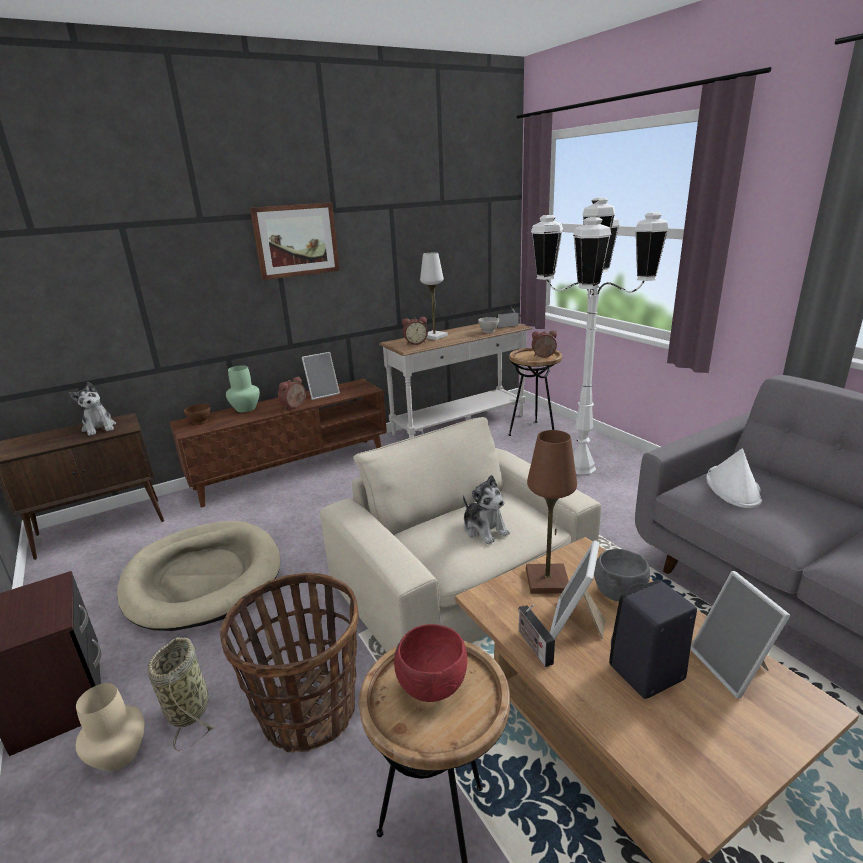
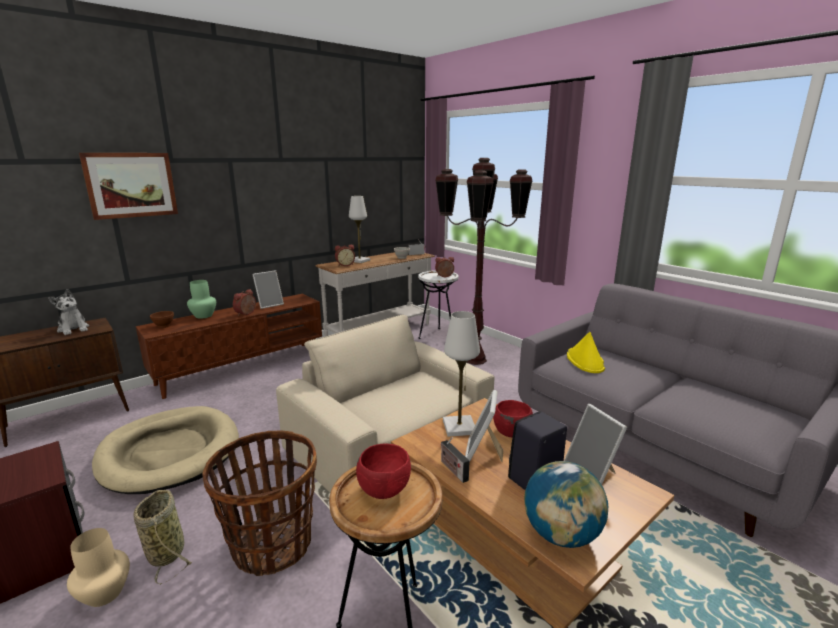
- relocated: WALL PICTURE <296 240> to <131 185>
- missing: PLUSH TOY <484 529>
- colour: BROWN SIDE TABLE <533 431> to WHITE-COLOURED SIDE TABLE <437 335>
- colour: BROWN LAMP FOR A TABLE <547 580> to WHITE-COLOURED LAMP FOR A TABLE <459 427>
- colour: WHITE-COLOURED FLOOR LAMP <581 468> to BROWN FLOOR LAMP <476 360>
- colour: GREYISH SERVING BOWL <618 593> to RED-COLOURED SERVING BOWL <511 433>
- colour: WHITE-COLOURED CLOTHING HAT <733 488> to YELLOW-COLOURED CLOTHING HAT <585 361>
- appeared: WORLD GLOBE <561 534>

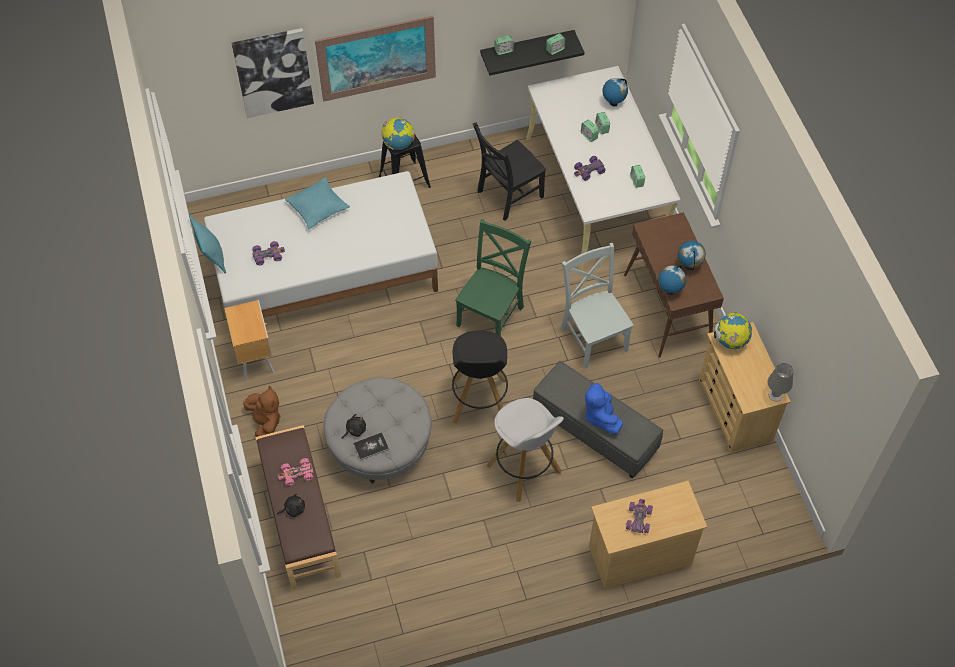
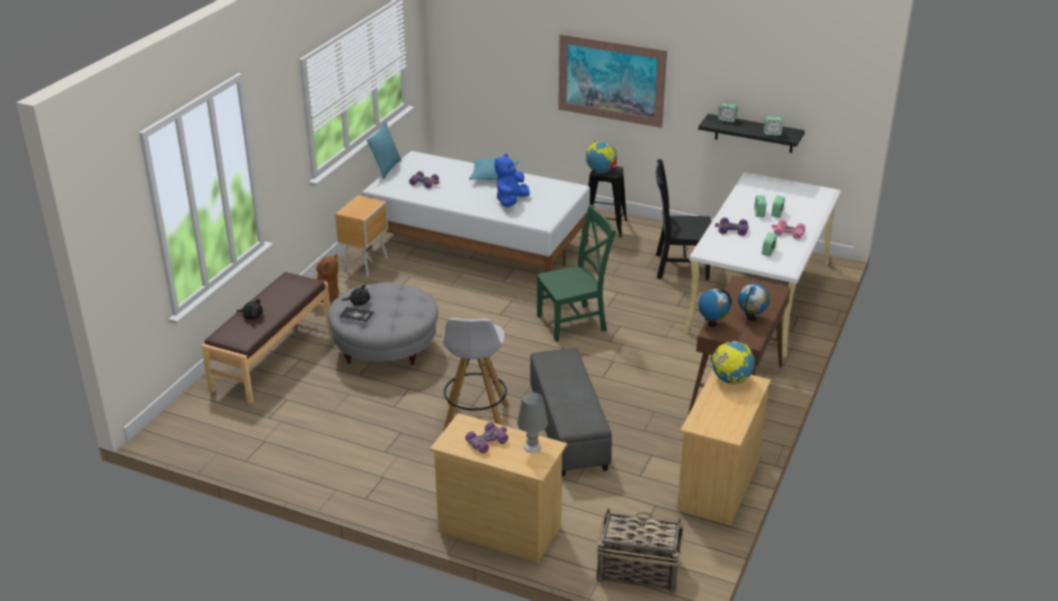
- missing: WALL PICTURE <273 72>
- relocated: PINK-COLOURED MINIATURE CAR <296 474> to <788 233>
- missing: BLACK SITTING STOOL <479 402>
- missing: GREYISH UPRIGHT CHAIR <593 336>
- relocated: BLUISH PLUSH TOY <600 416> to <511 201>
- missing: WORLD GLOBE <613 103>
- relocated: GREYISH LAMP FOR A TABLE <775 395> to <532 447>
- appeared: STORAGE BASKET <637 570>

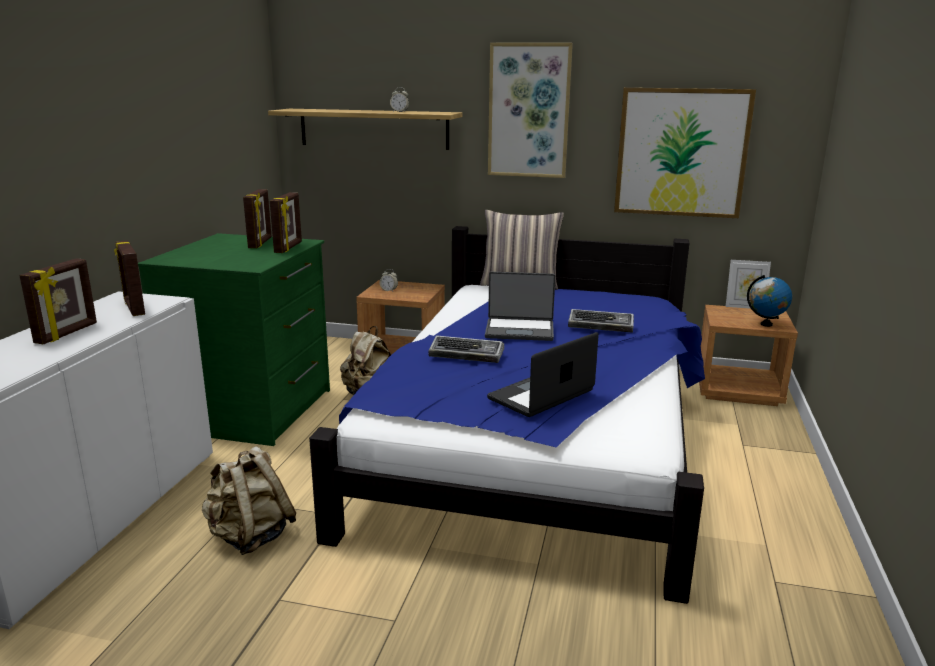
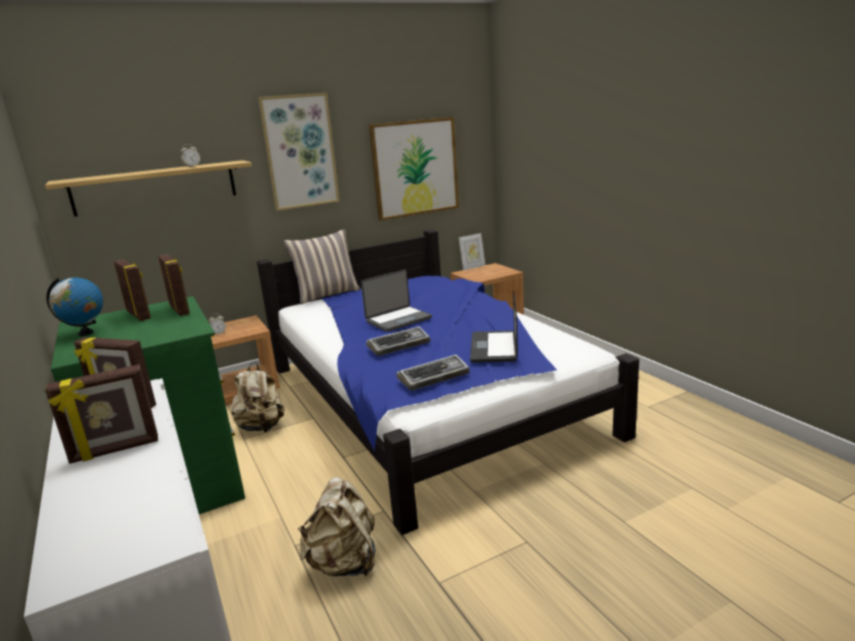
- spun: PICTURE FRAME <67 333> = <115 450> 90 degrees clockwise
- relocated: COMPUTER KEYBOARD <601 326> to <434 377>
- relocated: WORLD GLOBE <766 324> to <85 333>

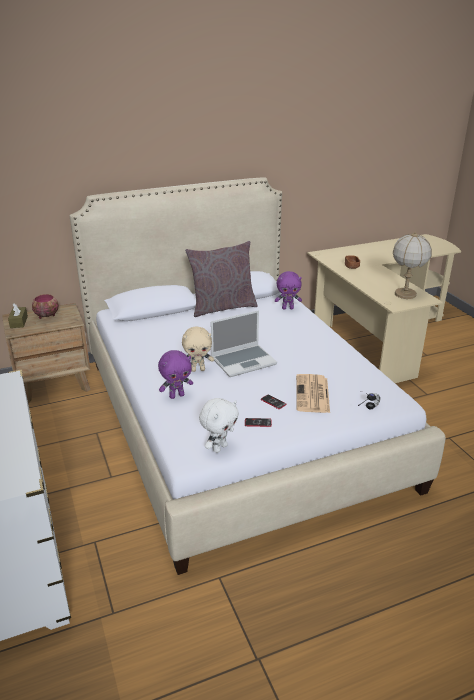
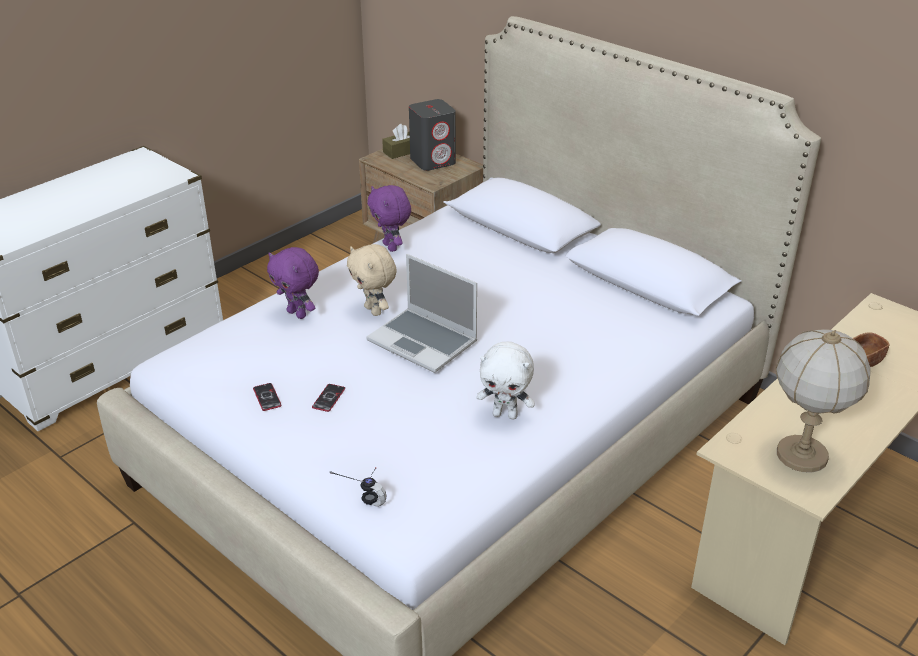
- exchanged: SERVING BOWL <46 315> to GREYISH AUDIO SPEAKER <433 161>
- missing: GREYISH THROW PILLOW <222 307>
- relocated: WHITE-COLOURED PLUSH TOY <219 447> to <505 414>
- relocated: PURPLISH PLUSH TOY <288 308> to <391 247>
- missing: NEWSPAPER <313 394>

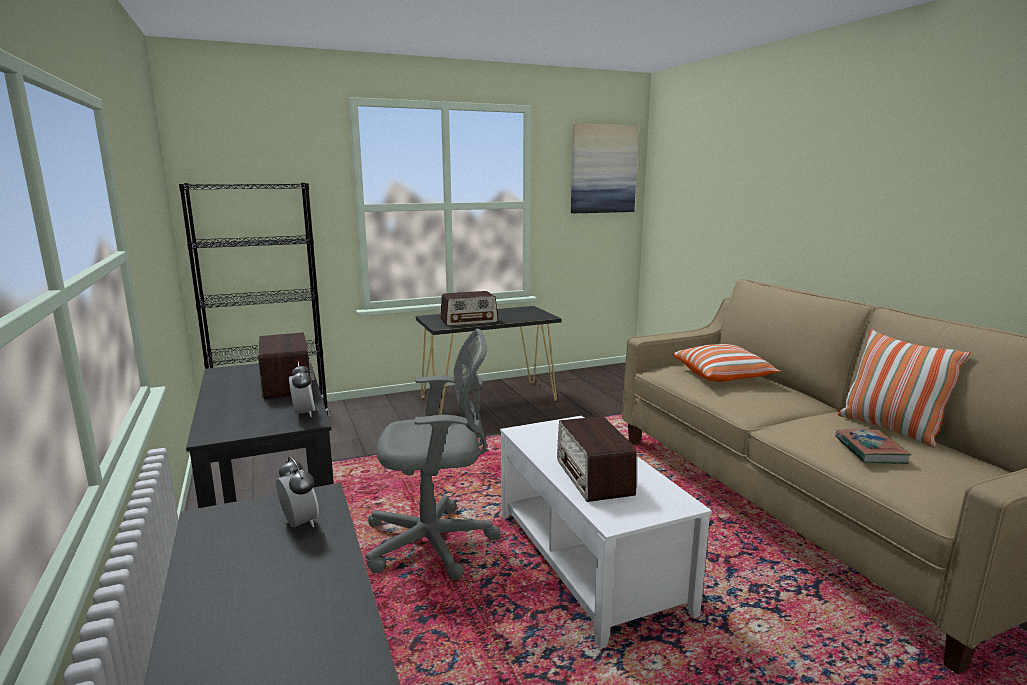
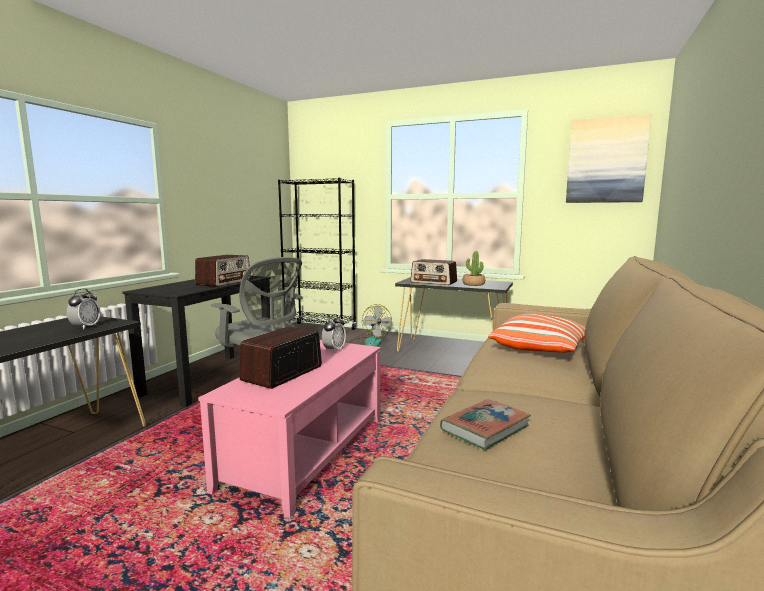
- relocated: BEDSIDE CLOCK <303 414> to <334 350>
- colour: WHITE-COLOURED LOUNGE TABLE <588 560> to PINK-COLOURED LOUNGE TABLE <306 452>
- missing: THROW PILLOW <889 429>
- appeared: FAN <370 342>
- appeared: HOUSEPLANT <473 284>

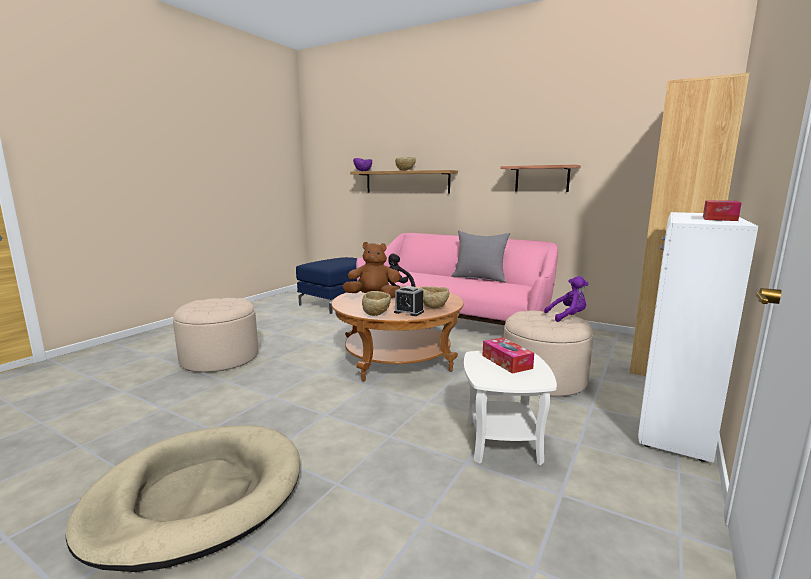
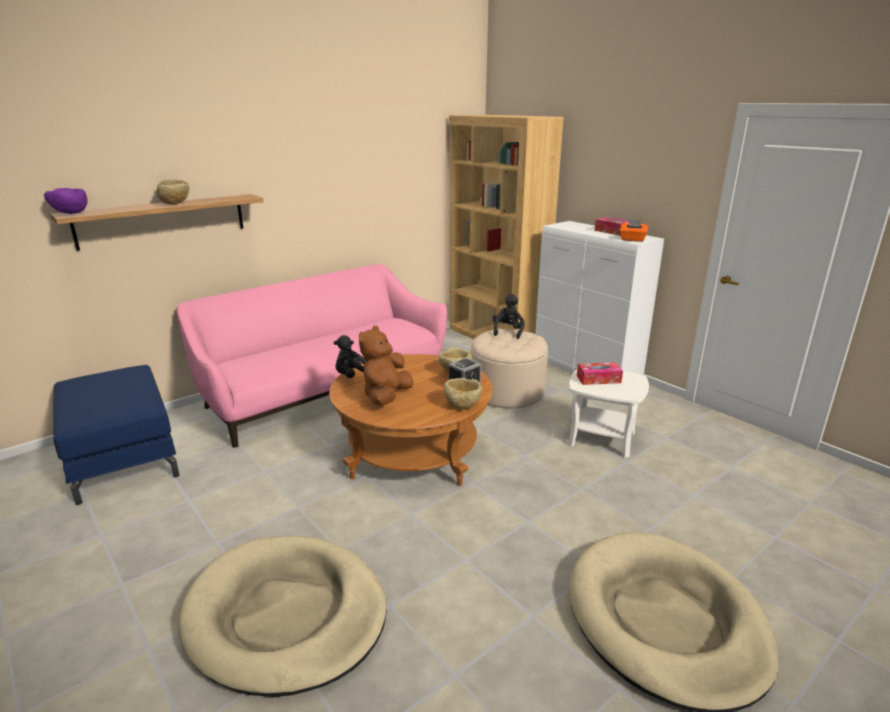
- exchanged: SAND-COLOURED FOOTREST <220 358> to SAND-COLOURED DOG CUSHION <286 616>
- missing: GREYISH THROW PILLOW <480 278>
- missing: SHELF <542 178>
- colour: PURPLISH PLUSH TOY <567 317> to BLACK PLUSH TOY <507 331>
- appeared: ORANGEY TISSUE BOX <632 240>

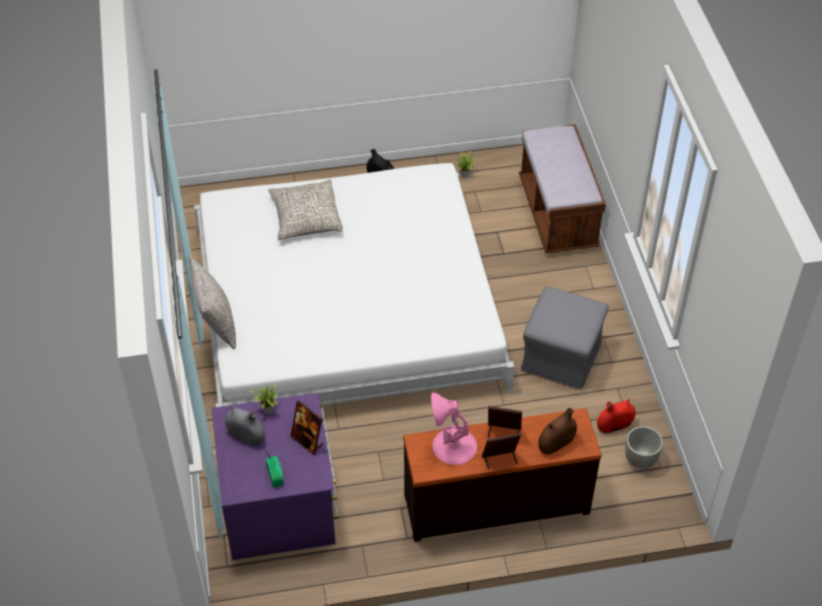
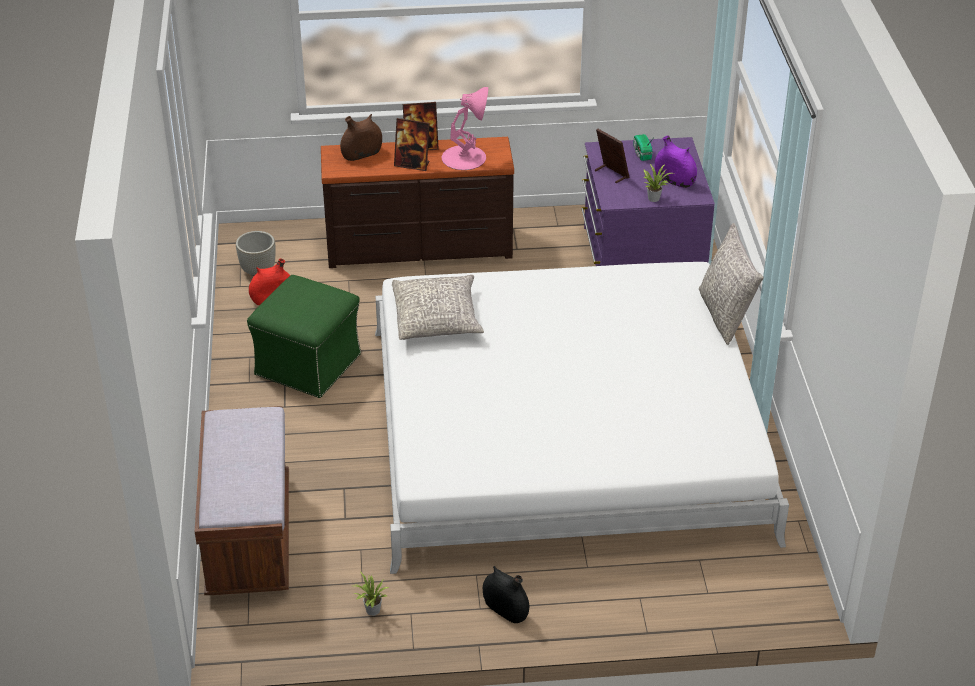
- colour: GREYISH DECORATIVE VASE <246 436> to PURPLISH DECORATIVE VASE <674 180>
- relocated: GREYISH THROW PILLOW <305 217> to <437 319>
- colour: GREYISH FOOTREST <561 358> to GREENISH FOOTREST <308 364>

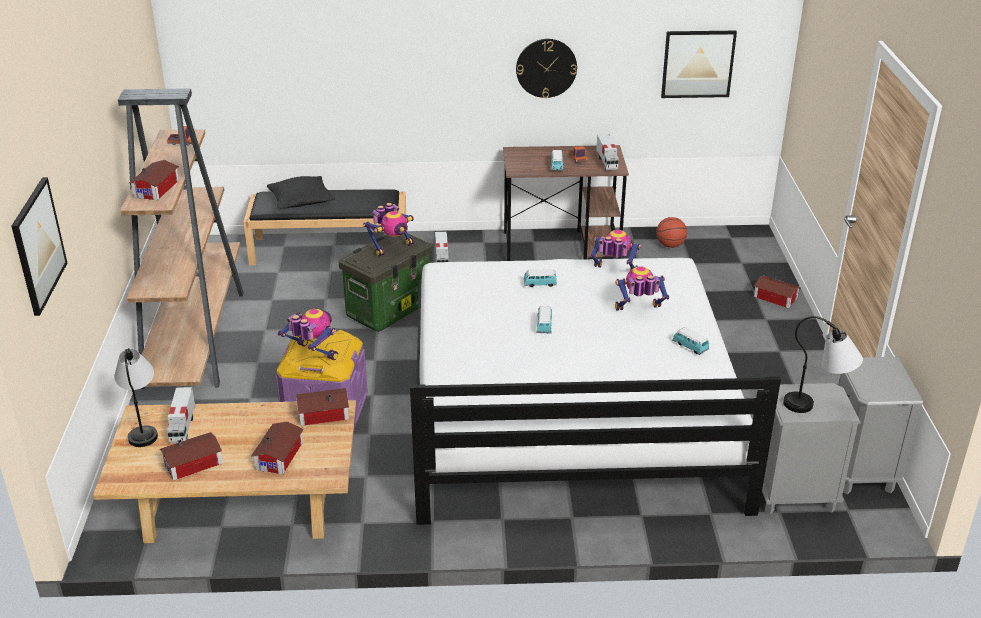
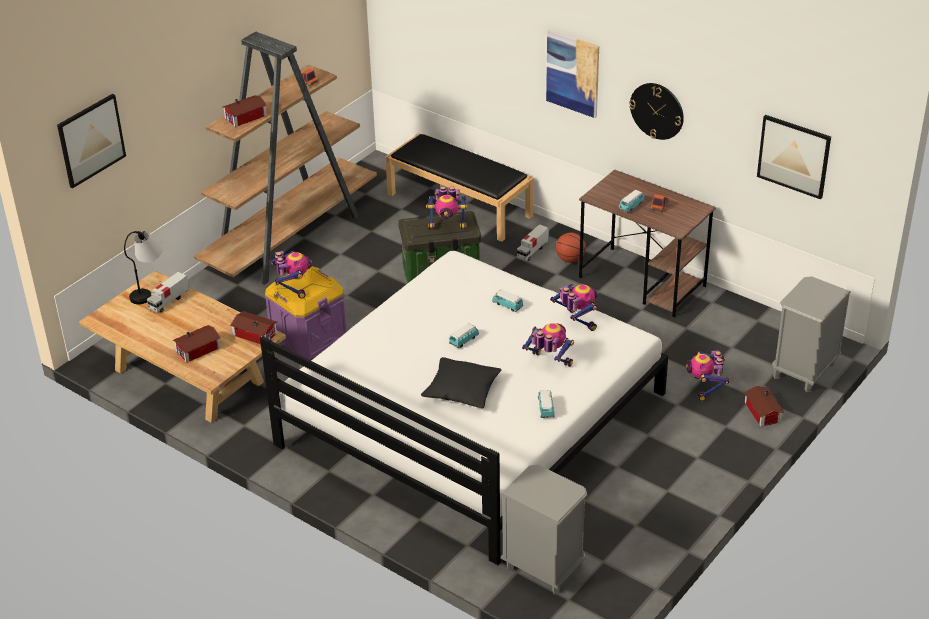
- missing: MINIATURE HOUSE <195 464>
- relocated: BLACK THROW PILLOW <301 201> to <461 391>
- missing: TOY LORRY <607 162>
- relocated: BASKETBALL BALL <670 245> to <570 259>
- missing: LAMP FOR A TABLE <819 406>
- relocated: GREYISH NIGHT TABLE <859 471> to <804 371>
- appeared: WALL PICTURE <573 73>
- appeared: MODEL ROBOT <705 388>

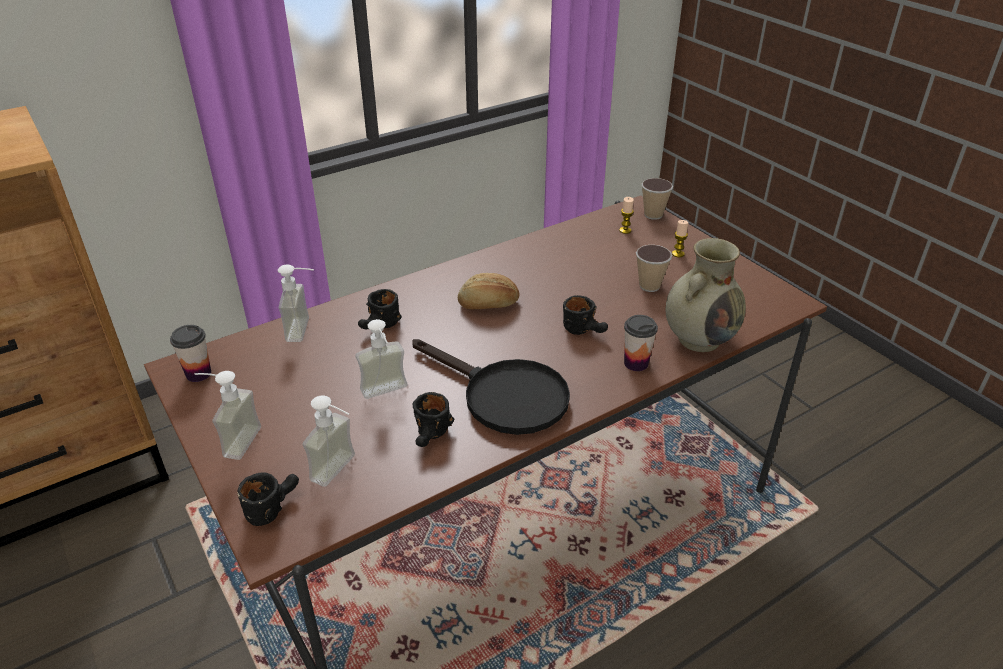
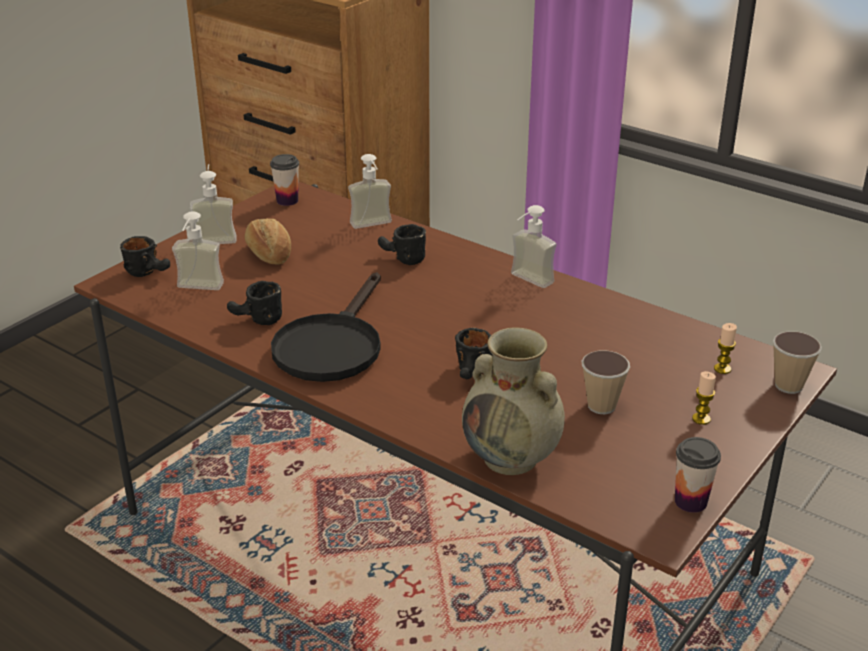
- relocated: SOAP DISPENSER <387 394> to <526 282>
- relocated: BREAD <488 304> to <268 254>
- relocated: DRINKING CUP <636 363> to <690 501>

